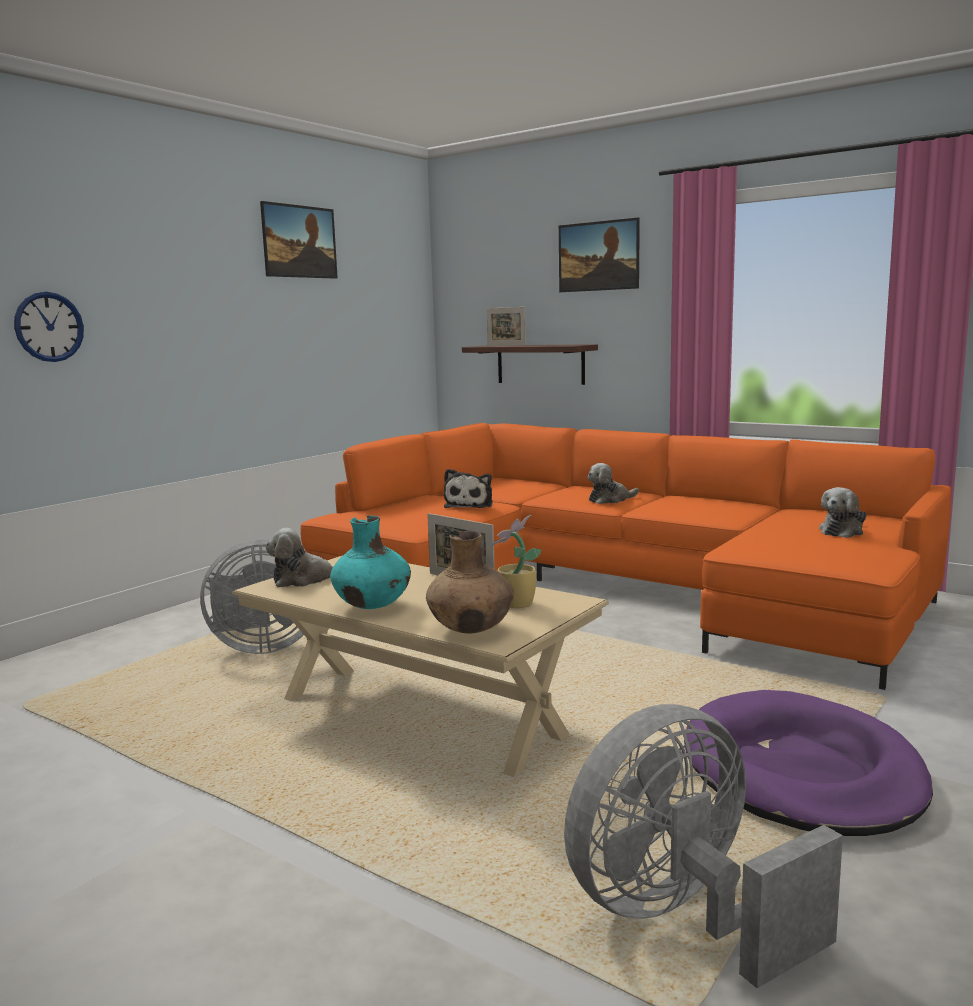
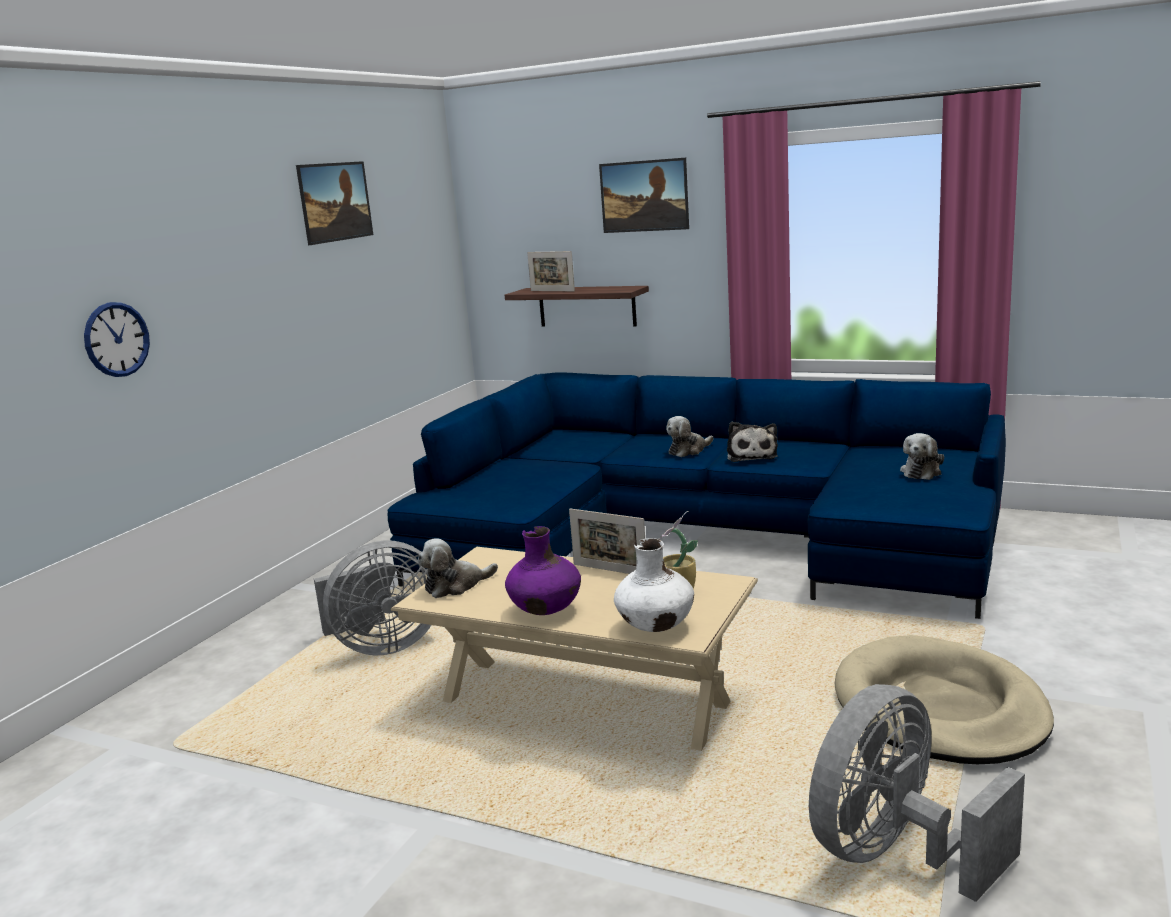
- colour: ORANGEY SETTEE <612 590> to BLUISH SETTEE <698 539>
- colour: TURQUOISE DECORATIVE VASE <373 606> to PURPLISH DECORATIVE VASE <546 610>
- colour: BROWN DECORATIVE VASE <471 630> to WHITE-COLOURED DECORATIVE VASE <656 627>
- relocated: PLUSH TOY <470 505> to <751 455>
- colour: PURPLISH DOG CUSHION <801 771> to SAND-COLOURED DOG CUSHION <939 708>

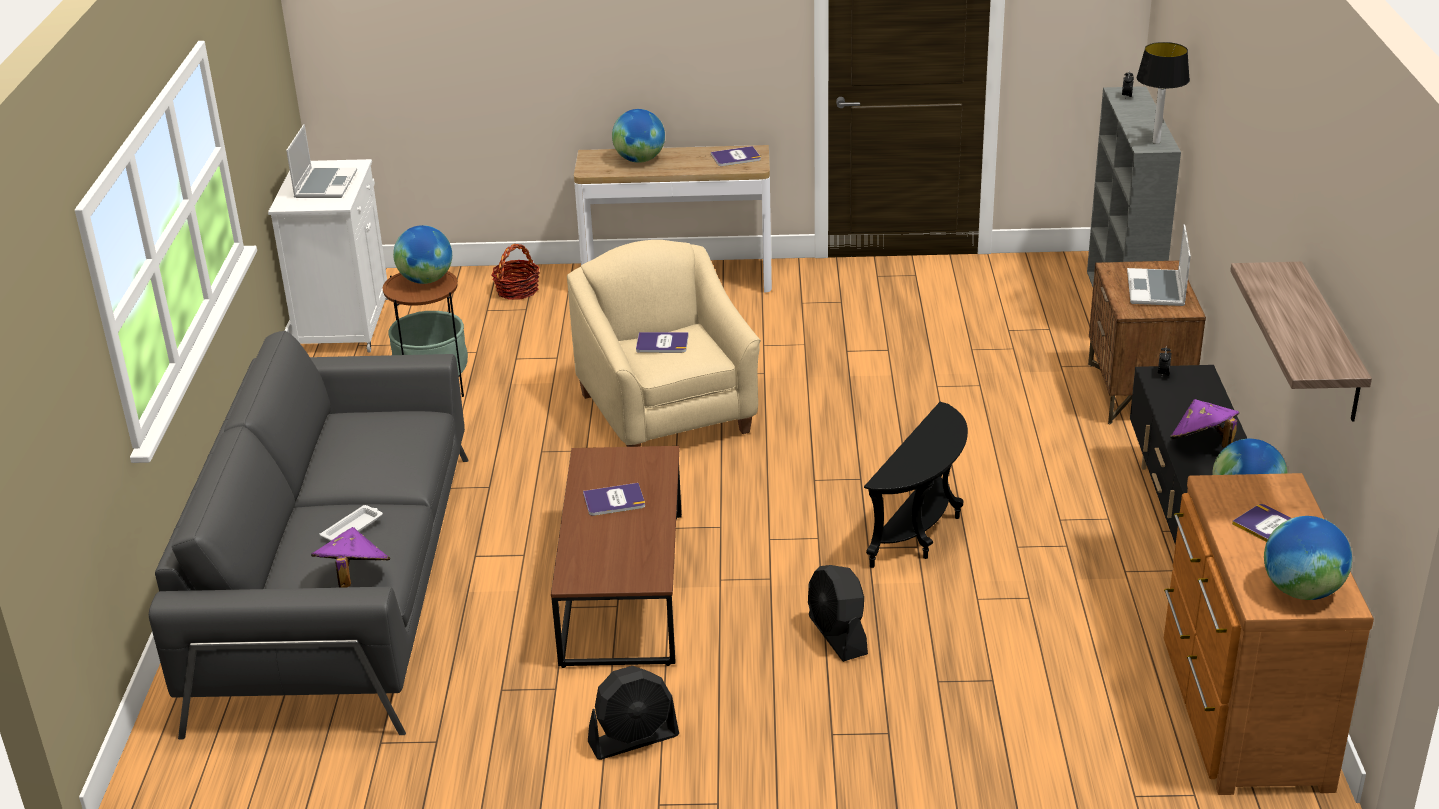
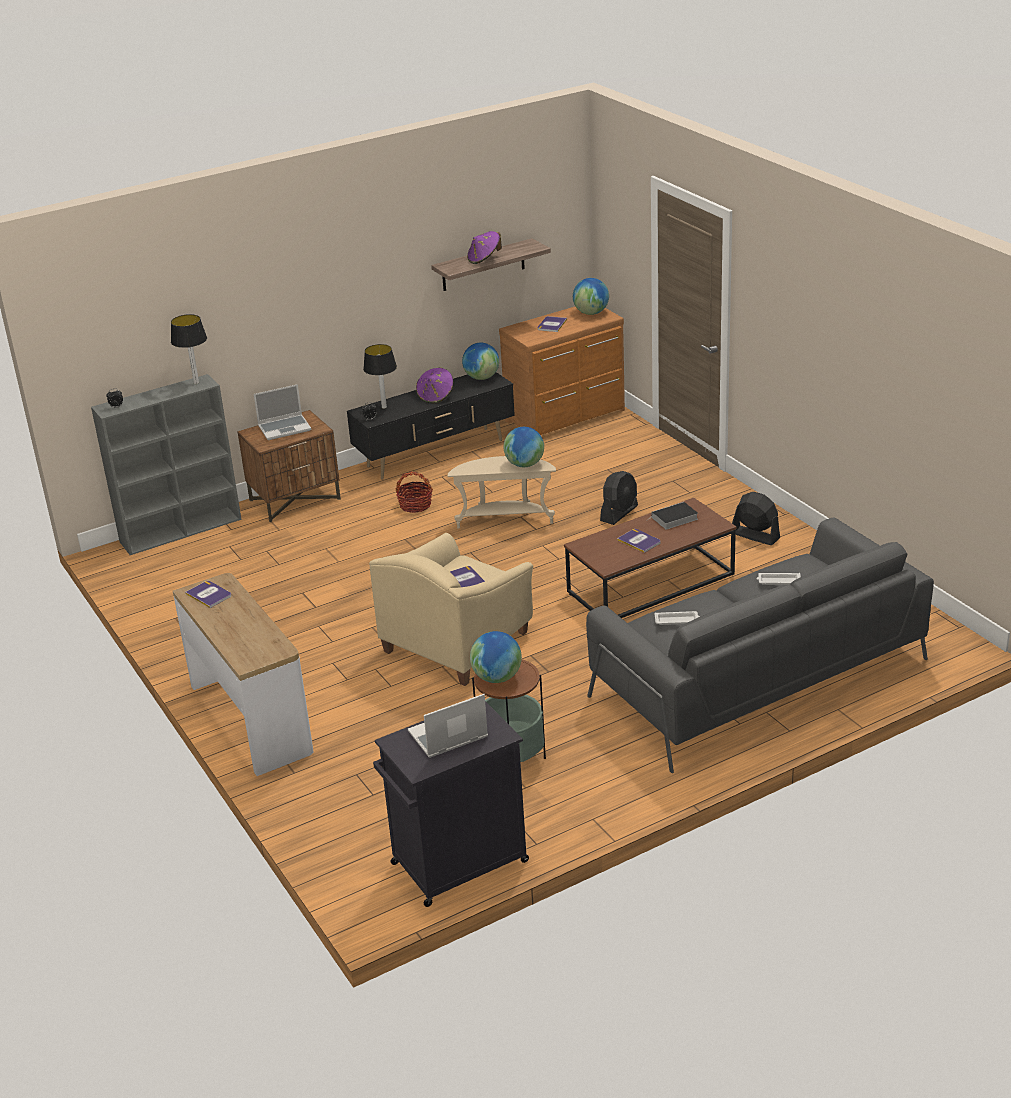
- colour: WHITE-COLOURED CUPBOARD <344 324> to BLACK CUPBOARD <457 864>
- relocated: PURPLISH CLOTHING HAT <353 577> to <484 259>
- relocated: STORAGE BASKET <517 290> to <415 505>
- relocated: WORLD GLOBE <639 160> to <525 464>
- colour: BLACK SIDE TABLE <921 531> to SAND-COLOURED SIDE TABLE <505 519>
- appeared: LAMP FOR A TABLE <383 407>
- appeared: VOLUME <673 519>
- appeared: WHITE-COLOURED SERVING TRAY <677 620>

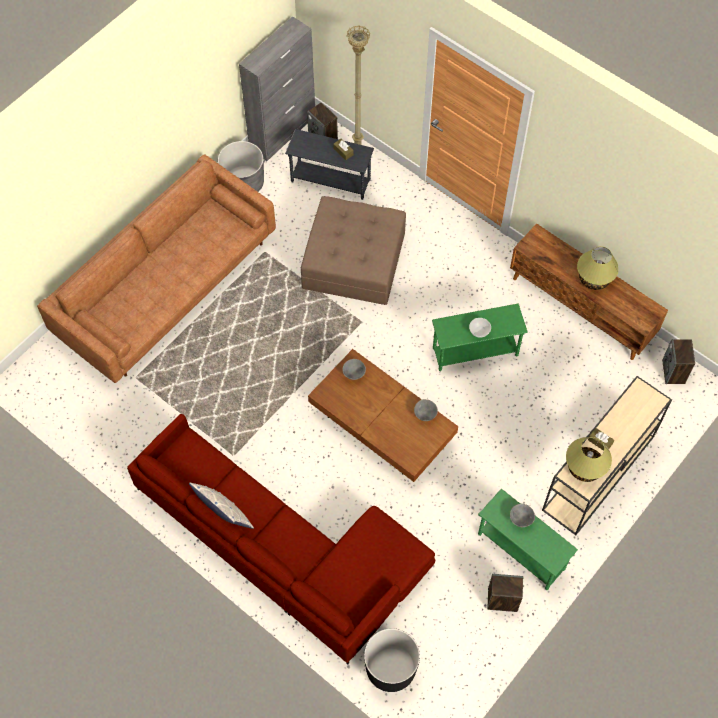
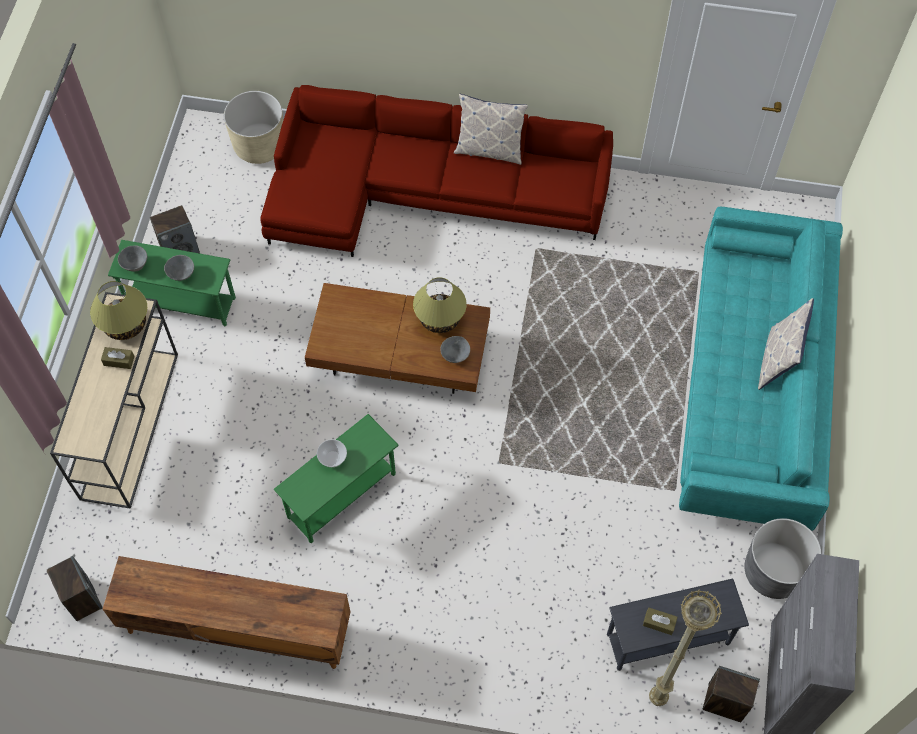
- colour: BROWN SETTEE <166 286> to TURQUOISE SETTEE <752 386>
- missing: BROWN FOOTREST <354 260>
- colour: BLACK FLOWER POT <390 668> to SAND-COLOURED FLOWER POT <259 145>
- relocated: GREYISH SERVING BOWL <424 415> to <136 264>
- relocated: LAMP FOR A TABLE <594 279> to <439 318>
- appeared: THROW PILLOW <777 361>

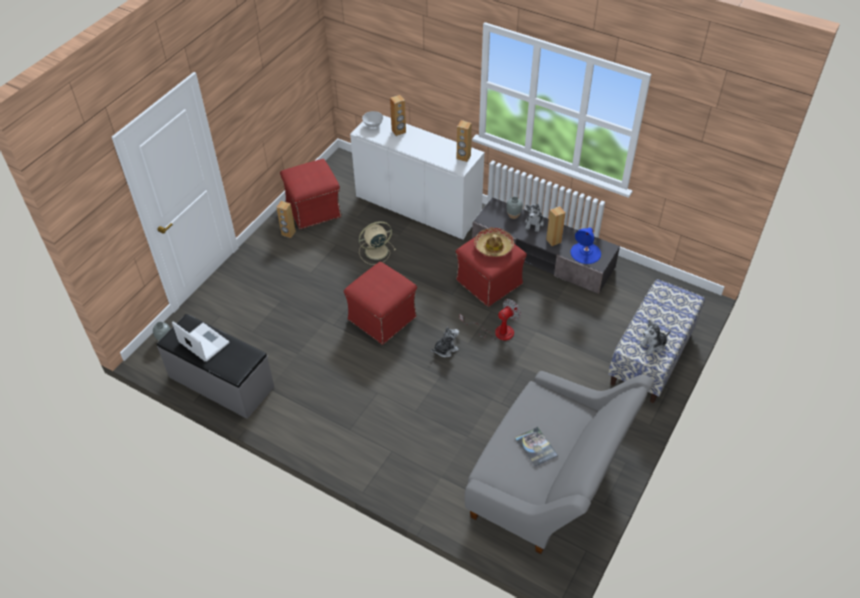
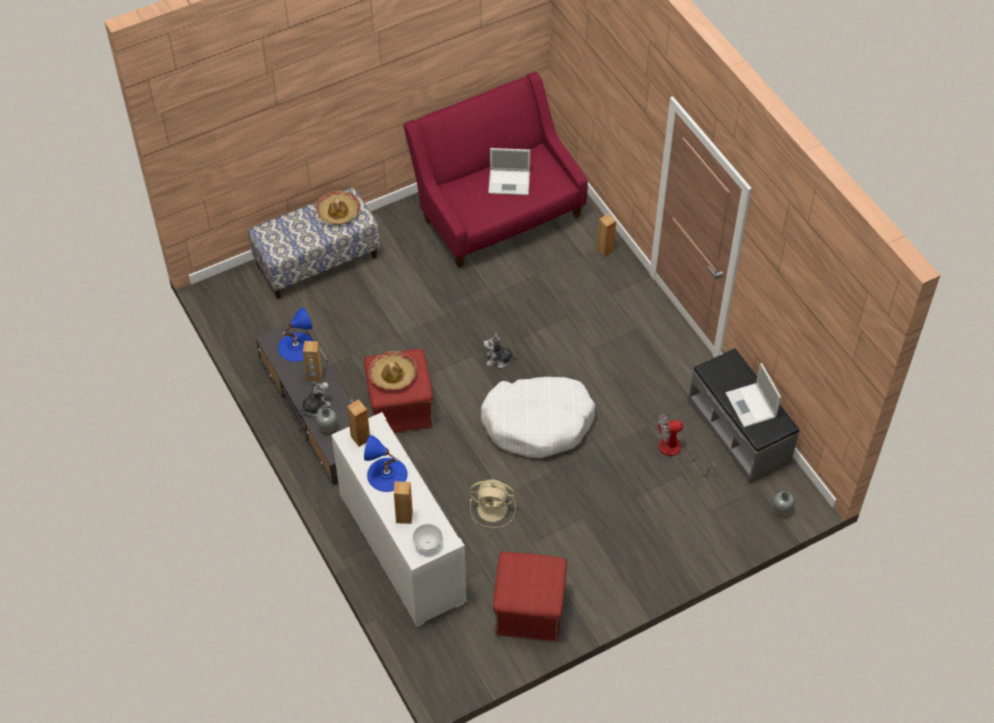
- relocated: BROWN AUDIO SPEAKER <288 233> to <605 250>
- exchanged: RED-COLOURED FOOTREST <383 318> to WHITE-COLOURED DOG CUSHION <538 423>
- relocated: FAN <497 331> to <676 452>
- colour: GREYISH SETTEE <549 481> to RED-COLOURED SETTEE <497 211>
- exchanged: VOLUME <536 447> to NOTEBOOK COMPUTER <510 182>
- exchanged: PLUSH TOY <653 345> to CLOTHING HAT <338 212>
- appeared: BLUISH LAMP FOR A TABLE <387 474>

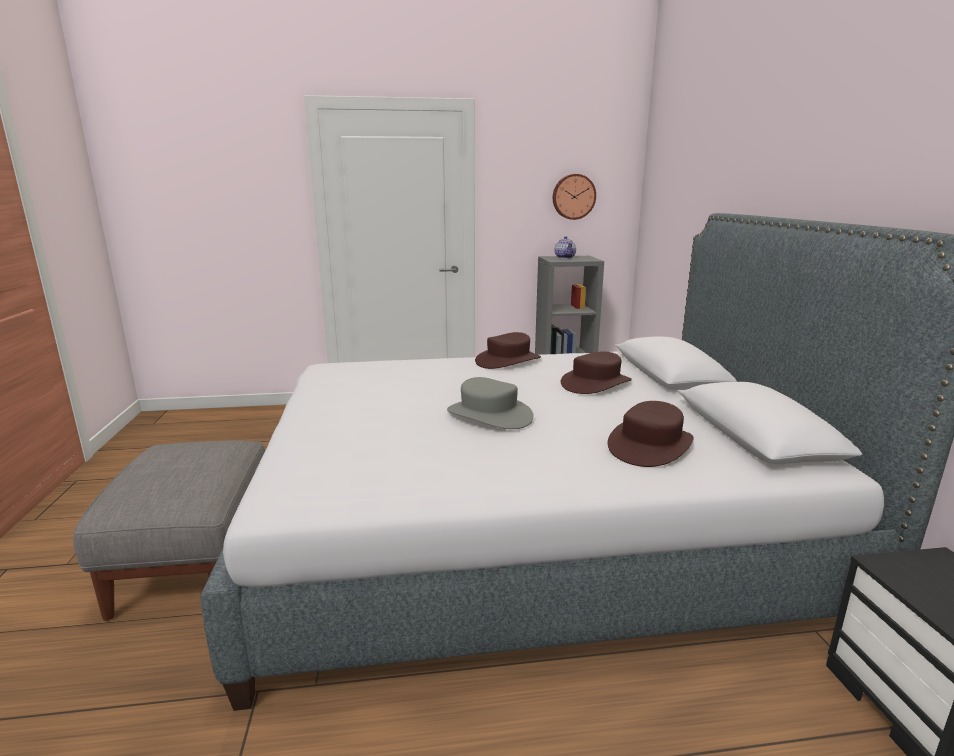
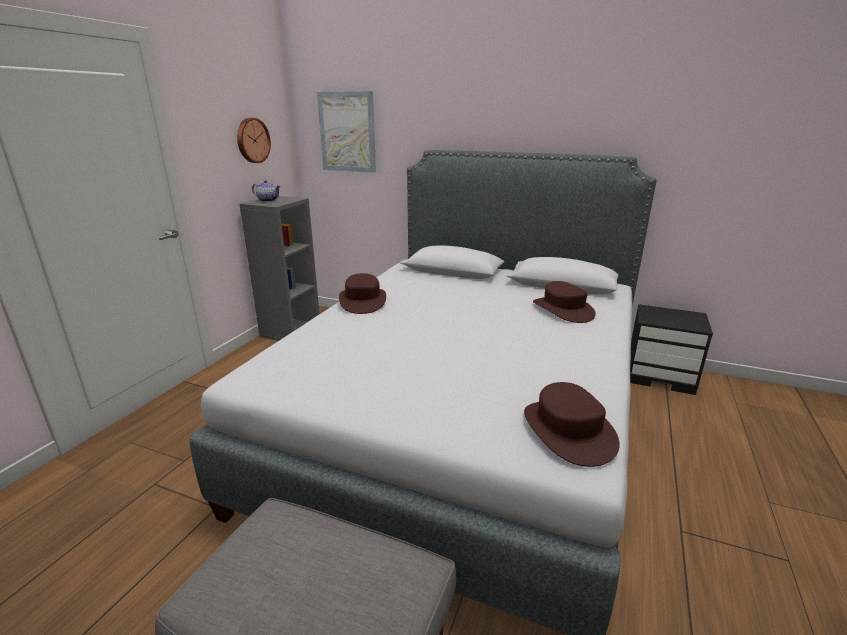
- missing: GREYISH CLOTHING HAT <489 415>
- relocated: BROWN CLOTHING HAT <595 383> to <567 431>
- appeared: WALL PICTURE <347 132>

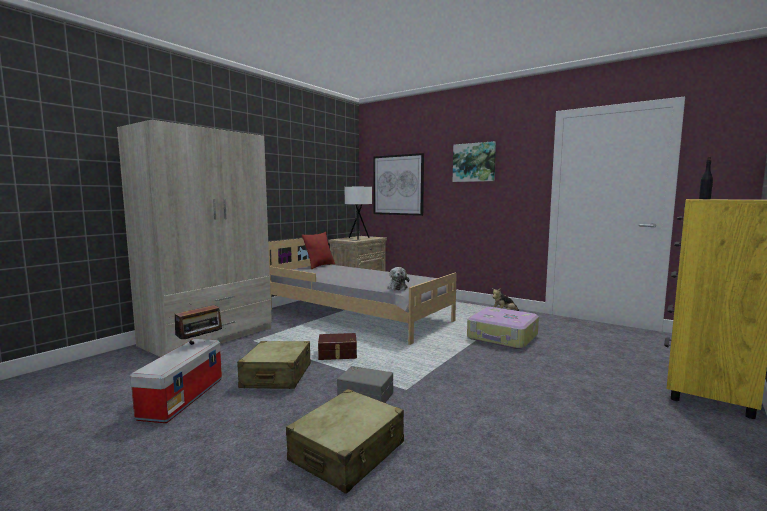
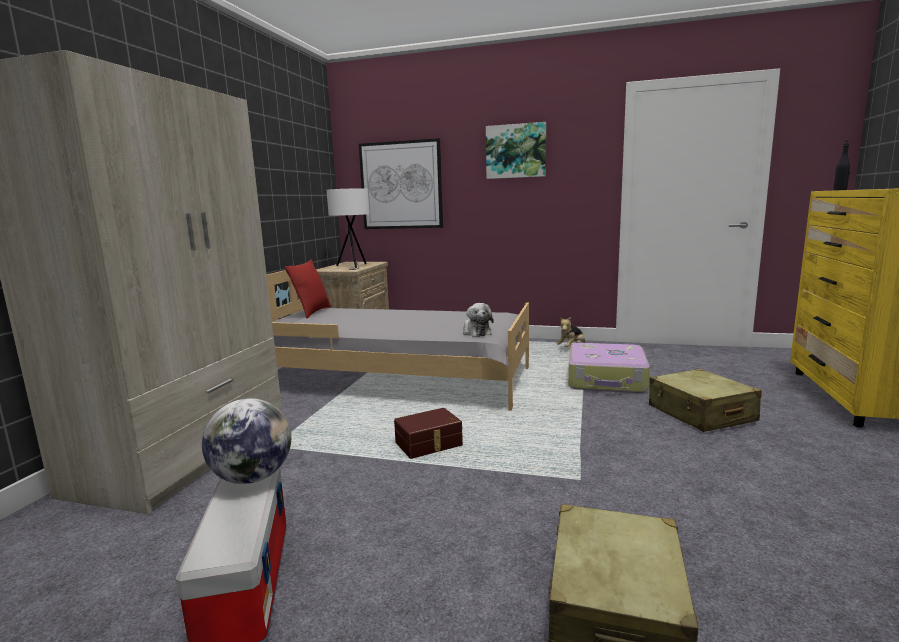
- exchanged: RADIO RECEIVER <200 343> to WORLD GLOBE <252 477>
- relocated: SAND-COLOURED PIECE OF LUGGAGE <276 376> to <700 414>
- missing: GREYISH STORAGE CONTAINER <366 395>

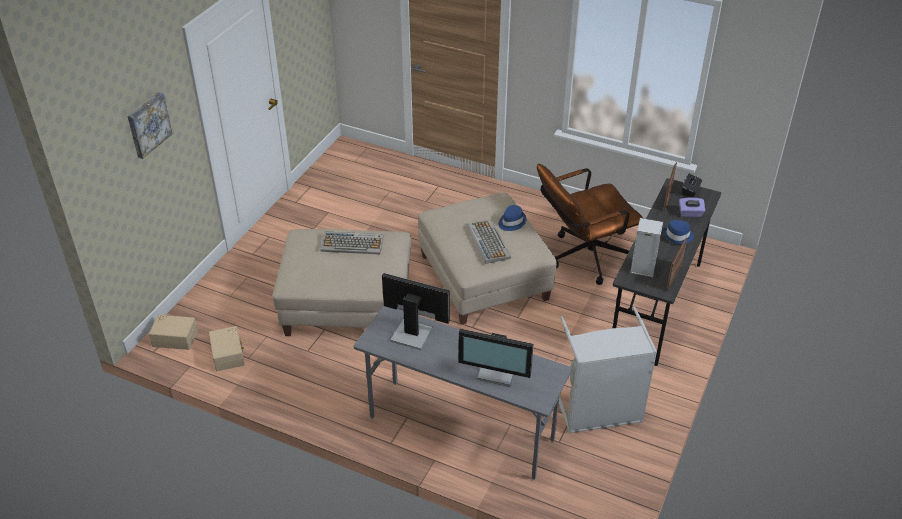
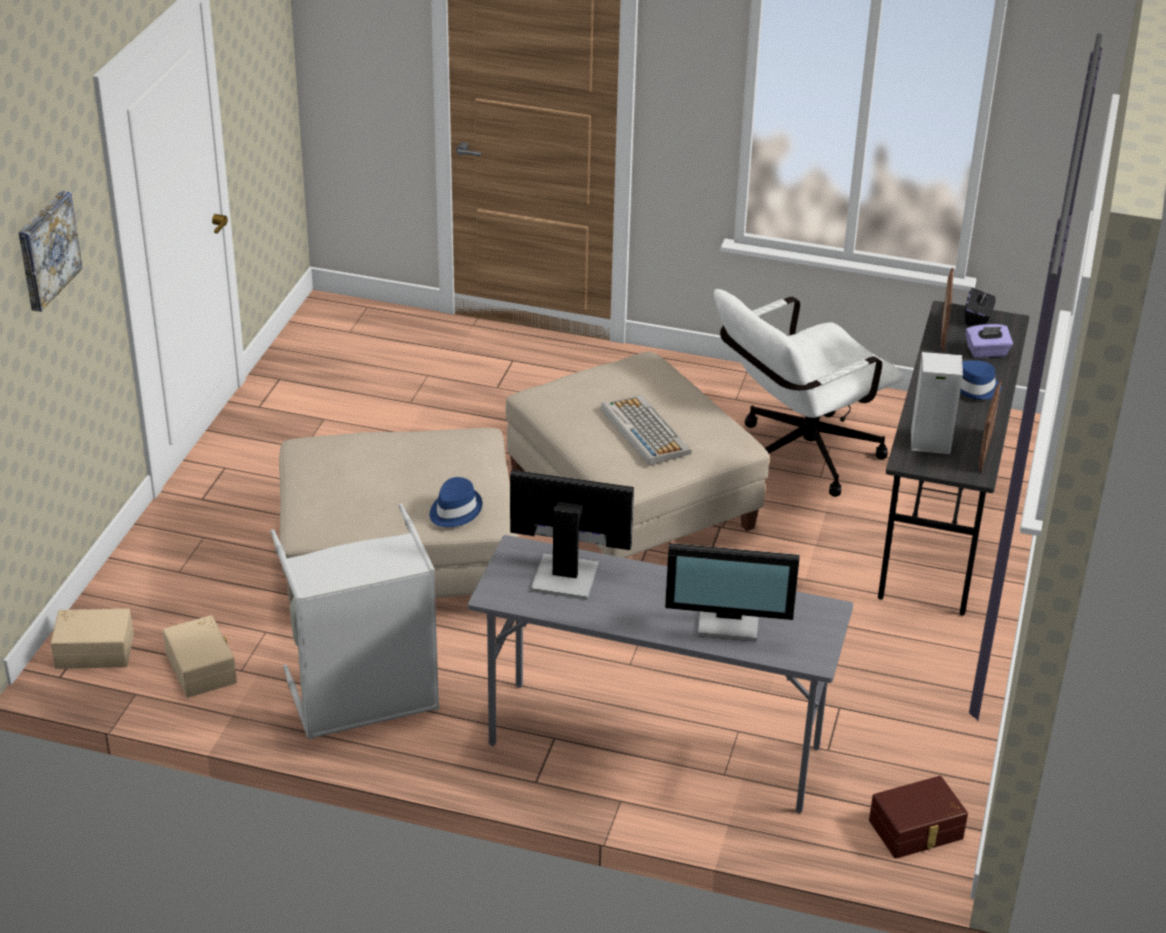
- missing: COMPUTER KEYBOARD <353 244>
- relocated: BLUISH CLOTHING HAT <511 222> to <454 510>
- colour: BROWN DESK CHAIR <582 258> to WHITE-COLOURED DESK CHAIR <796 457>
- relocated: GREYISH WASHING BASKET <599 412> to <364 701>
- appeared: BROWN STORAGE CONTAINER <917 830>

